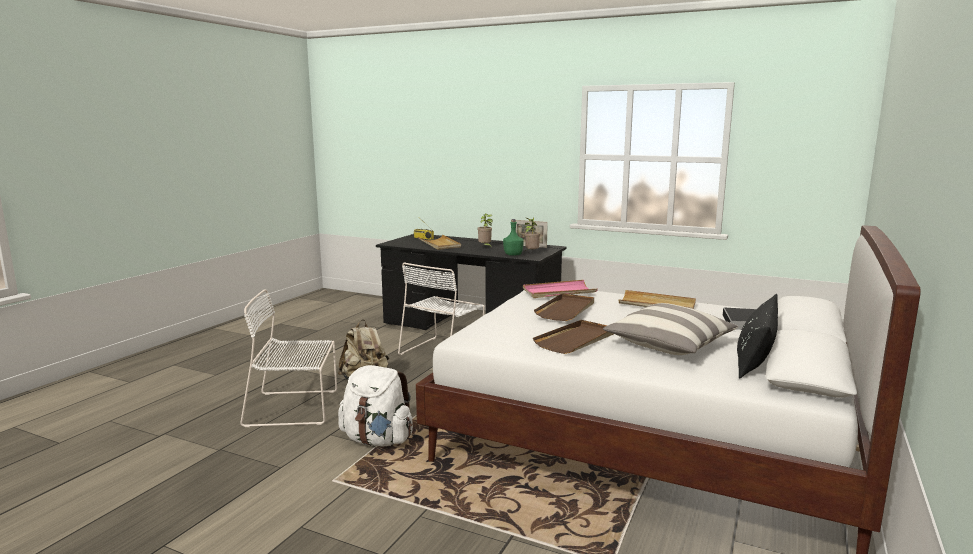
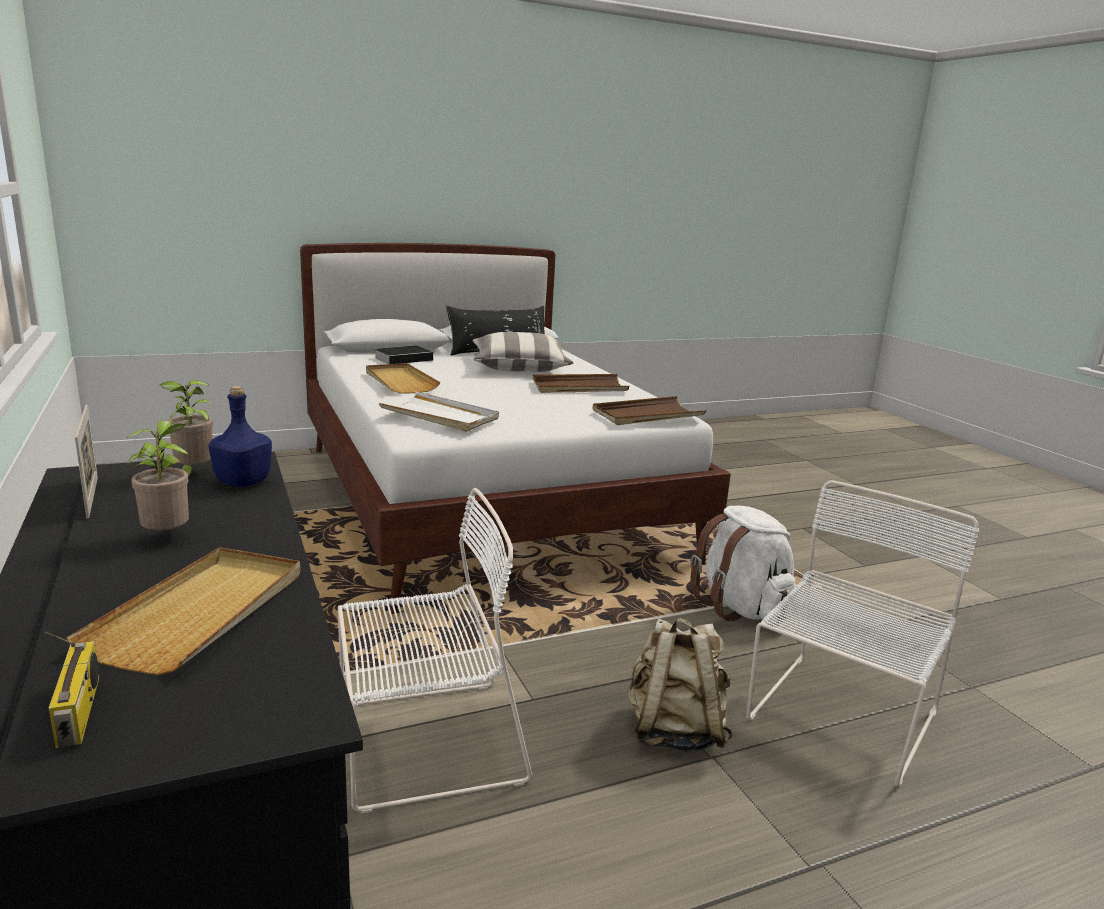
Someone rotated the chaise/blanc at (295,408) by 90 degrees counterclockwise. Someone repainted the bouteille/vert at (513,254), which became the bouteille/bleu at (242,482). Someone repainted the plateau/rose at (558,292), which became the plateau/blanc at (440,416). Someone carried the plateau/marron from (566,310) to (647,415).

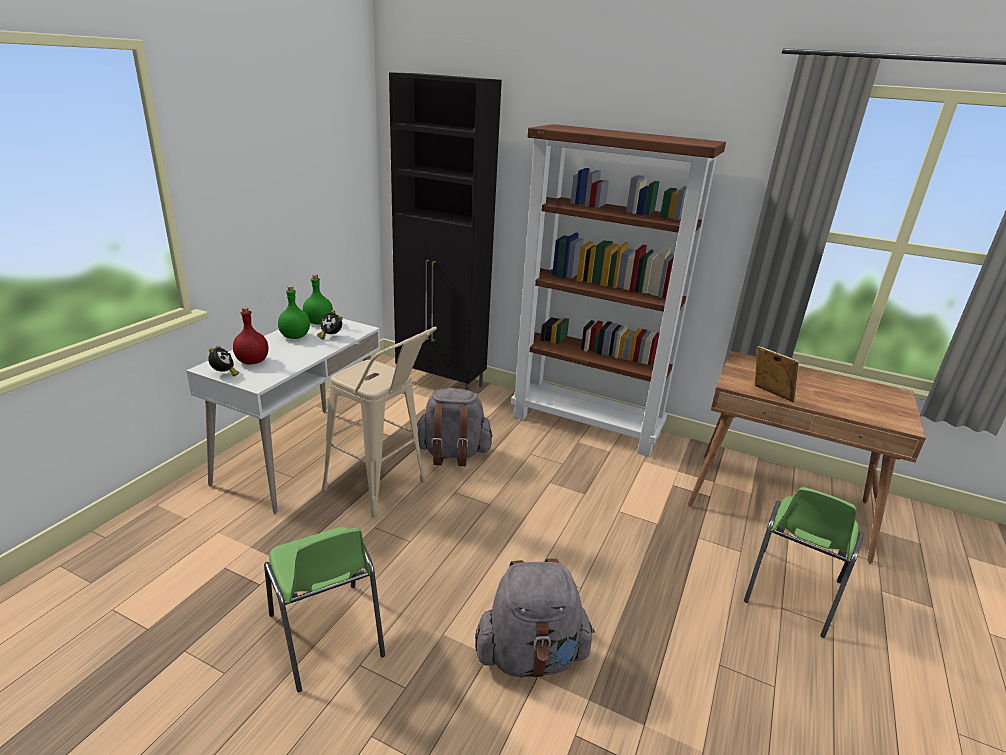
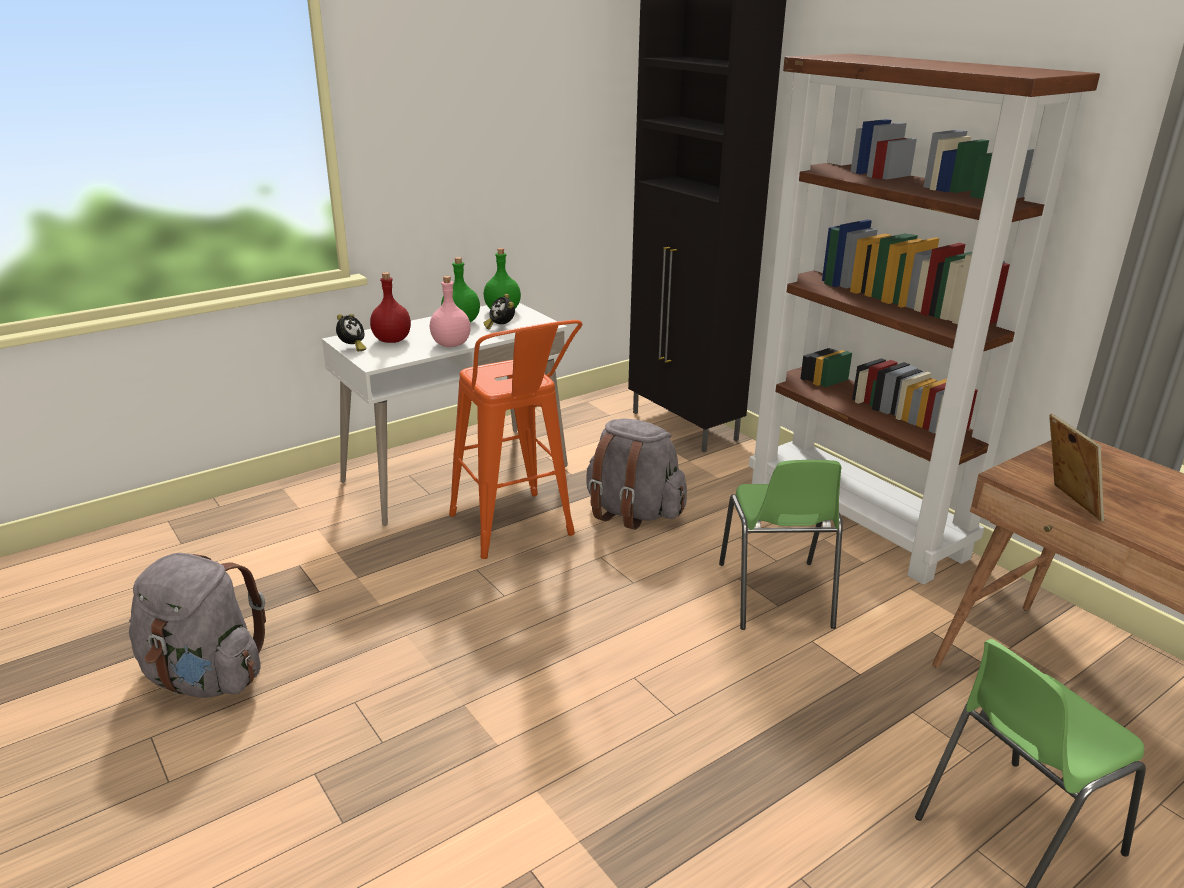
Someone carried the chaise/vert from (327,636) to (775,596). Someone repainted the tabouret/beige at (382,490), which became the tabouret/orange at (516,532). Someone carried the sac à dos/gris from (531,656) to (206,677). Someone put down the bouteille/rose at (451,344).

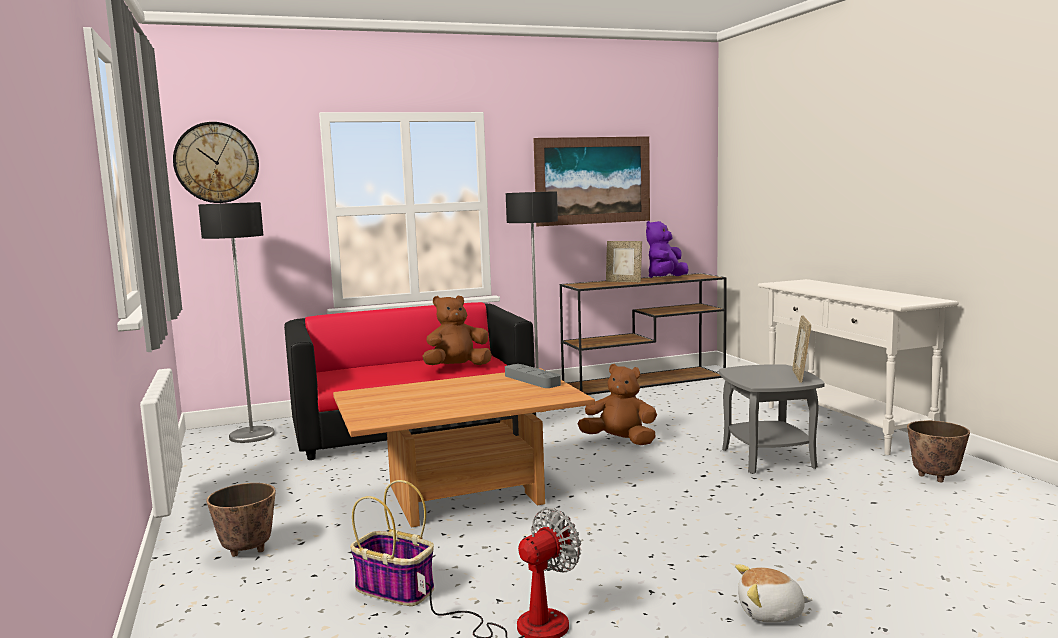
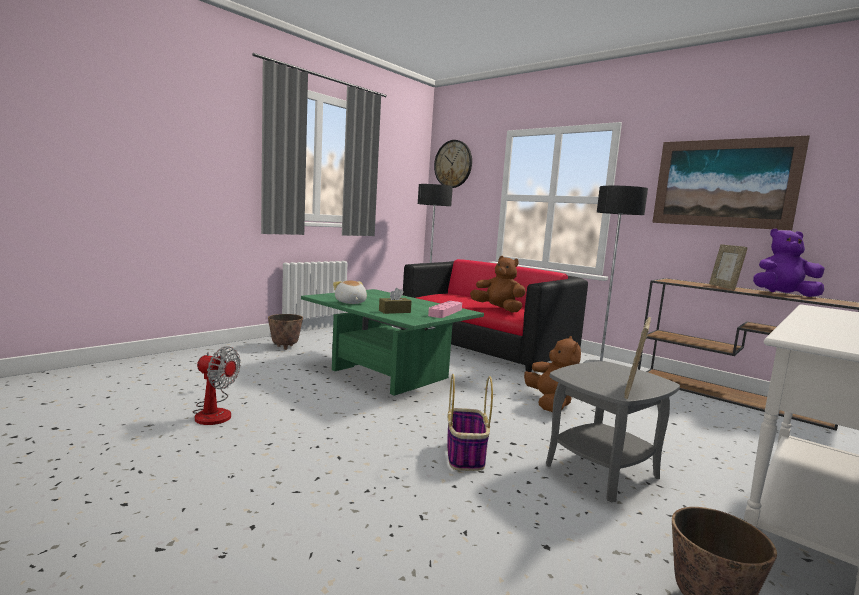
Someone repainted the table basse/marron at (464,497), which became the table basse/vert at (386,374). Someone carried the panier from (396,589) to (465,456). Someone repainted the plateau/gris at (532,380), which became the plateau/rose at (445,312). Someone carried the peluche from (771,613) to (350,302). Someone rotated the cadre photo at (800,376) by 45 degrees counterclockwise. Someone put down the boîte à mouchoirs/marron at (394,311).

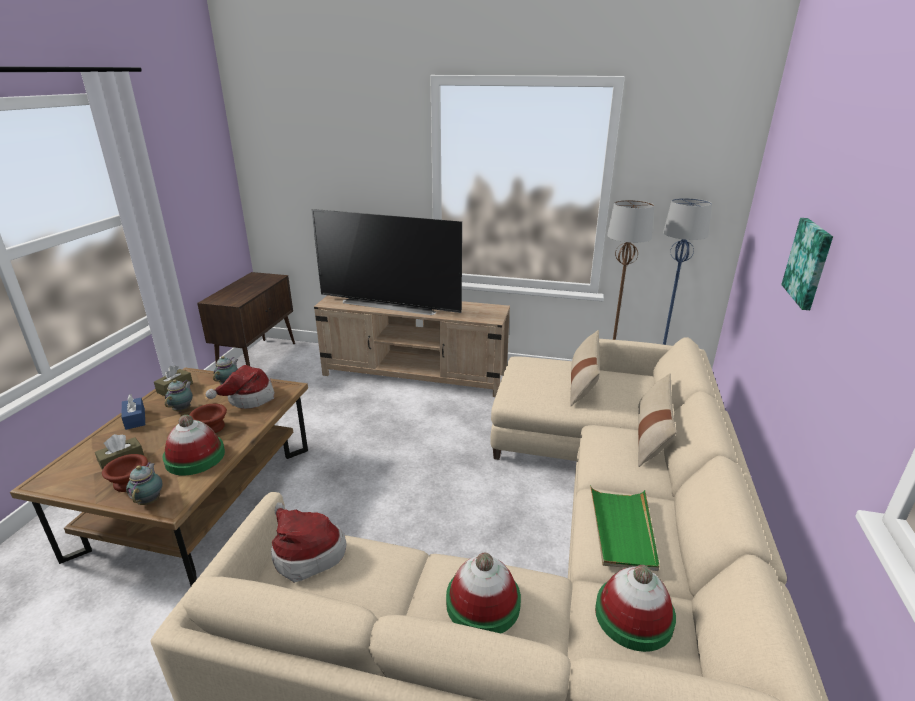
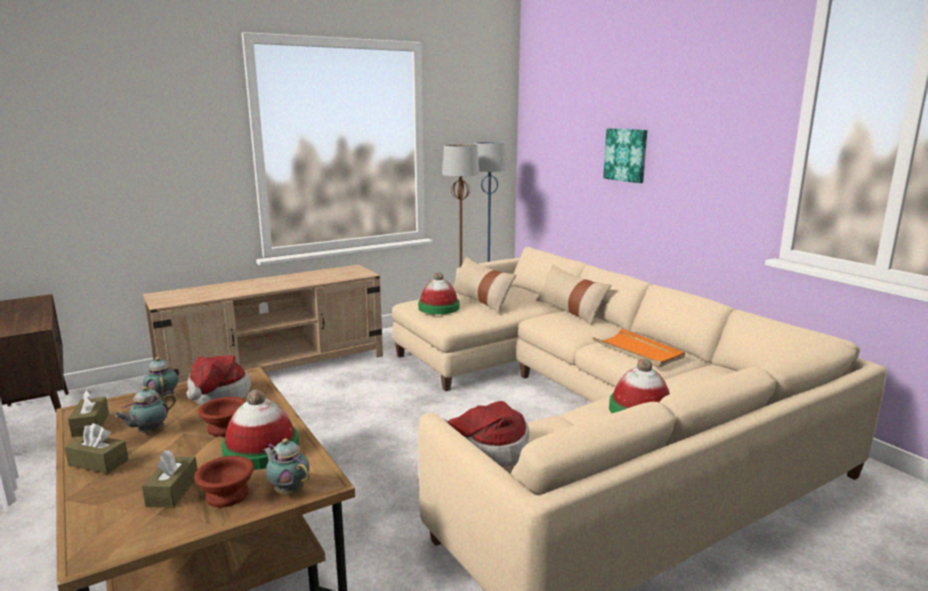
Someone repainted the boîte à mouchoirs/bleu at (135,419), which became the boîte à mouchoirs/marron at (98,462). Someone rotated the théière at (183,409) by 105 degrees counterclockwise. Someone took away the téléviseur at (391,304). Someone repainted the plateau/vert at (622,529), which became the plateau/orange at (638,351). Someone carried the chapeau from (633,616) to (438,308).

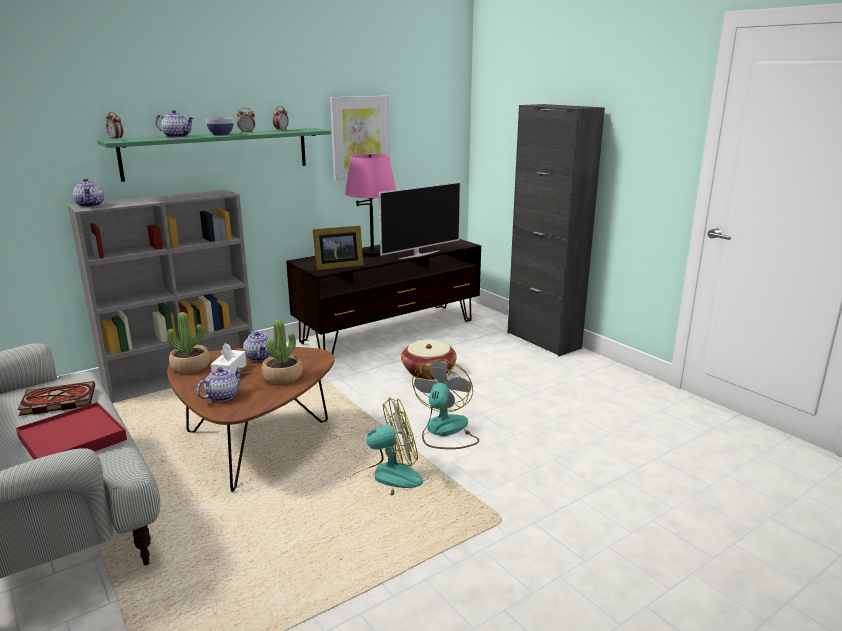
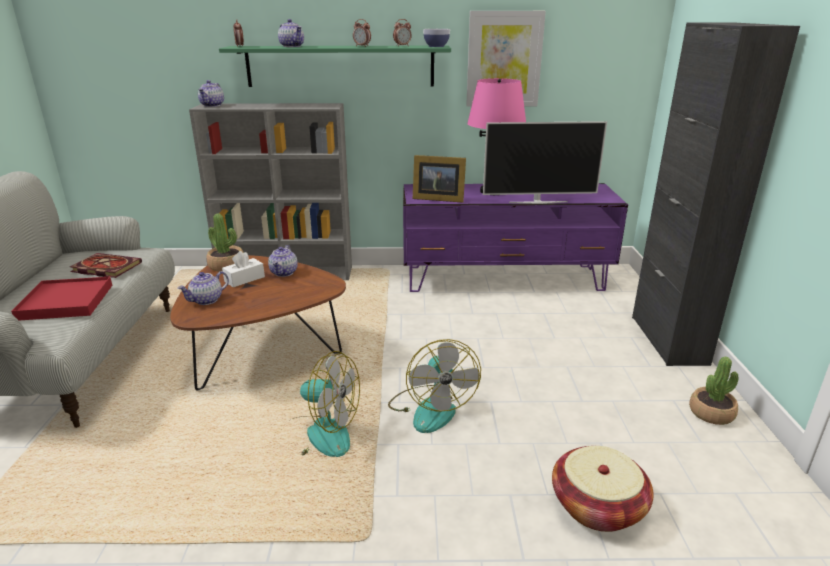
Someone rotated the théière at (222,396) by 150 degrees clockwise. Someone carried the bol from (221,134) to (436,46). Someone carried the plante en pot from (282,377) to (711,413). Someone repainted the meuble télé/marron at (389,330), which became the meuble télé/violet at (504,279). Someone carried the panier from (428,372) to (597,506). Someone rotated the ventilateur at (445,431) by 120 degrees clockwise.

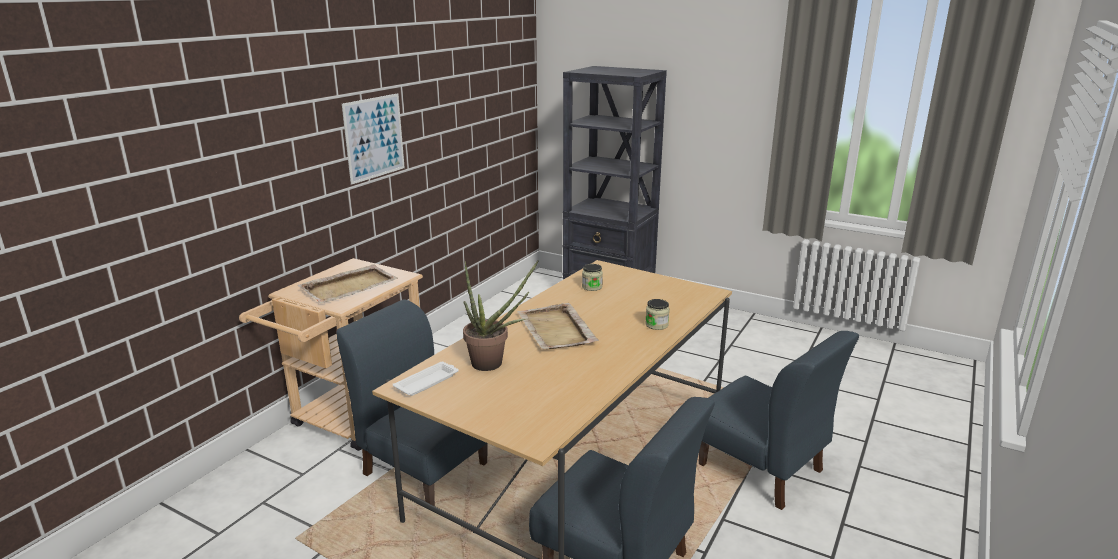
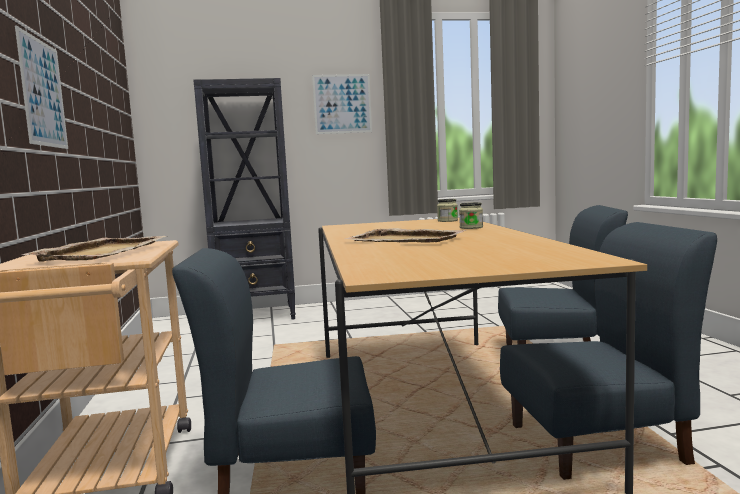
Someone took away the plateau/blanc at (428,382). Someone took away the plante en pot at (494,364). Someone carried the bocal from (592,287) to (447,221). Someone put up the tableau at (342,104).

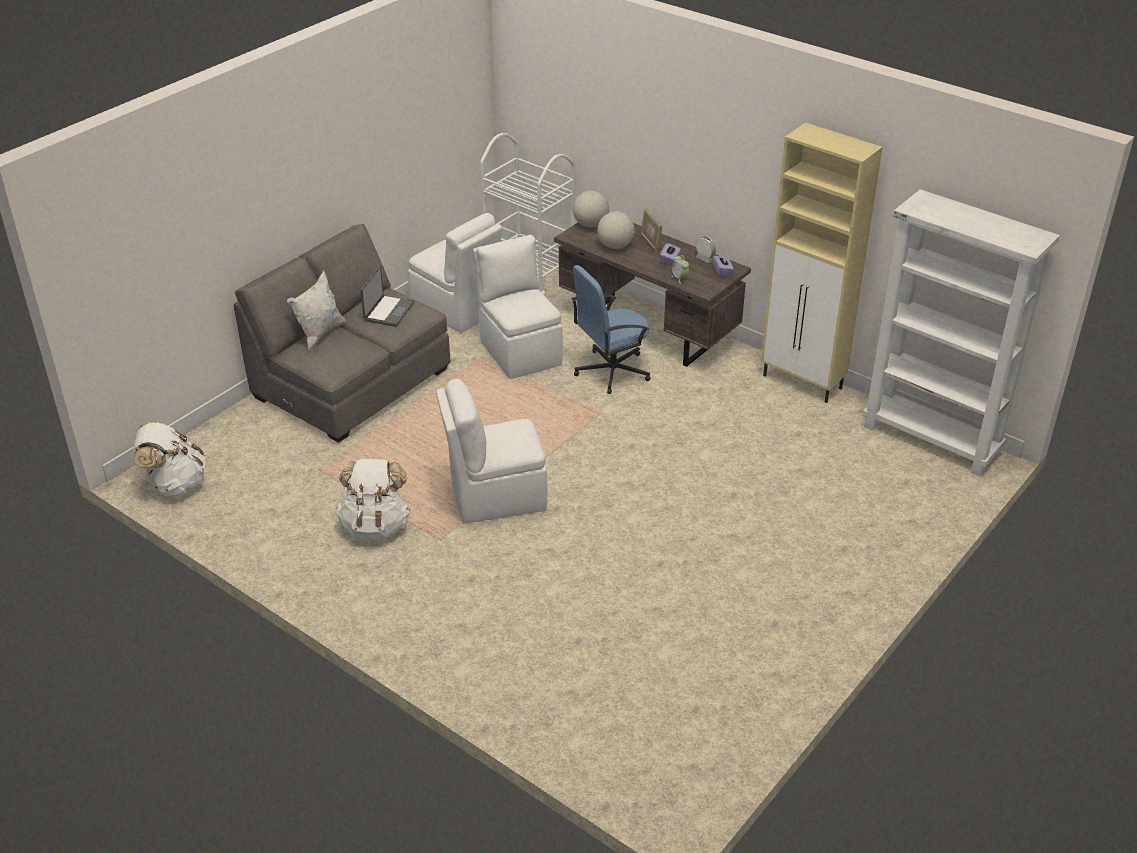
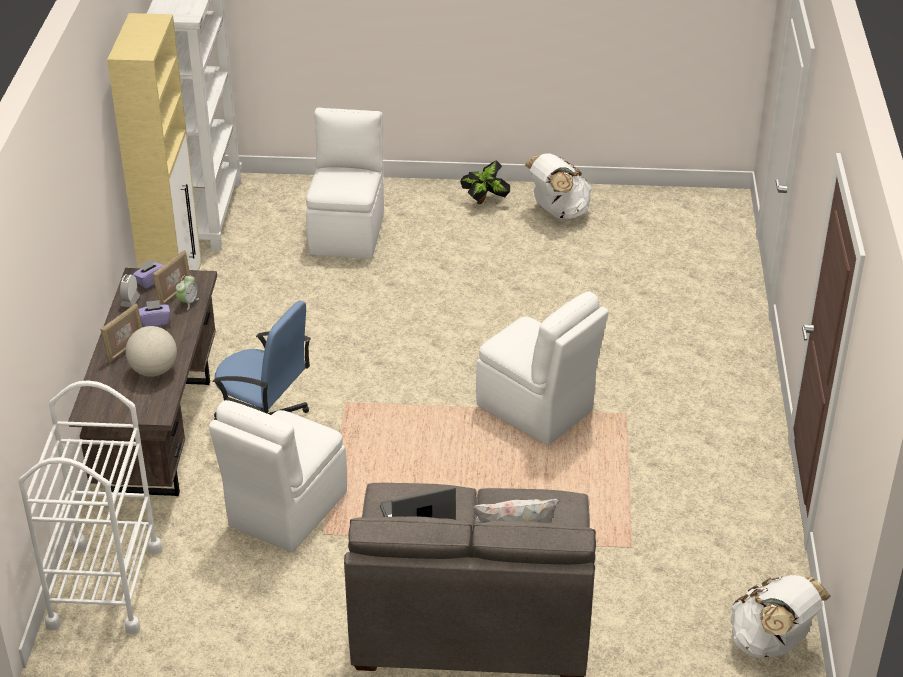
Someone carried the sac à dos/blanc from (375,526) to (558,212). Someone carried the chaise/blanc from (456,310) to (348,232). Someone took away the globe at (590,225). Someone put down the cadre photo at (174,294). Someone put down the plante en pot at (485,202).

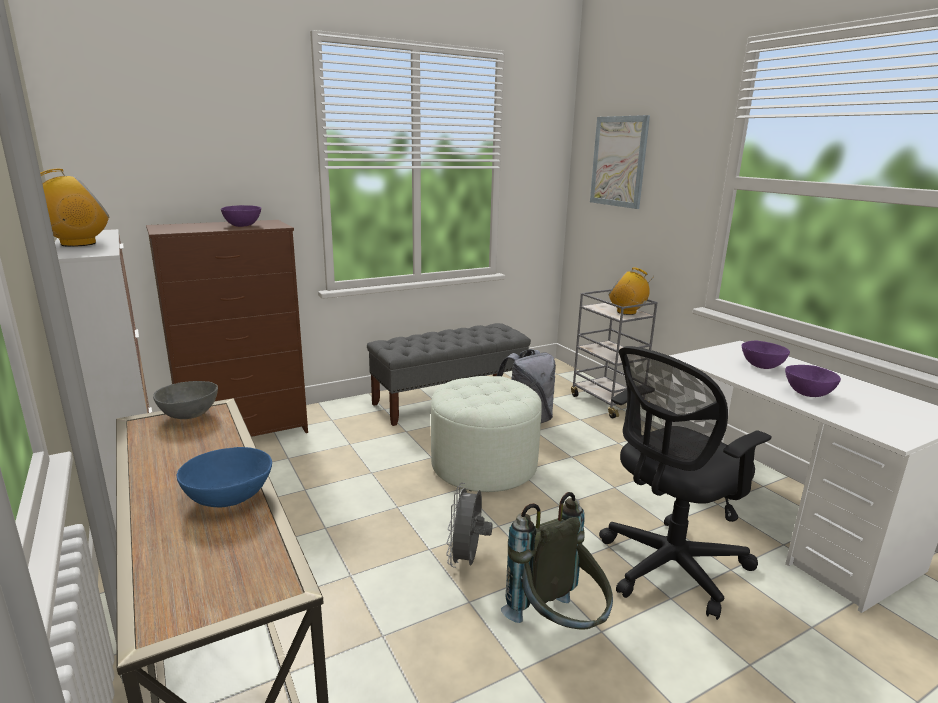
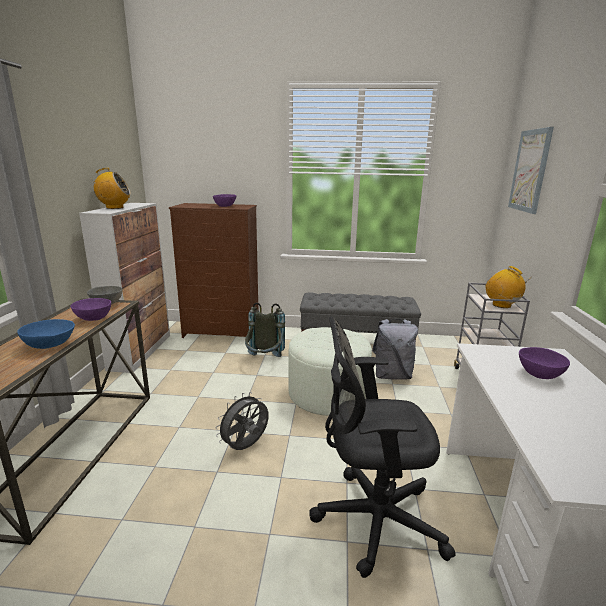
Someone carried the sac à dos/gris from (558,627) to (264,361). Someone carried the bol/violet from (807,394) to (93,318).

